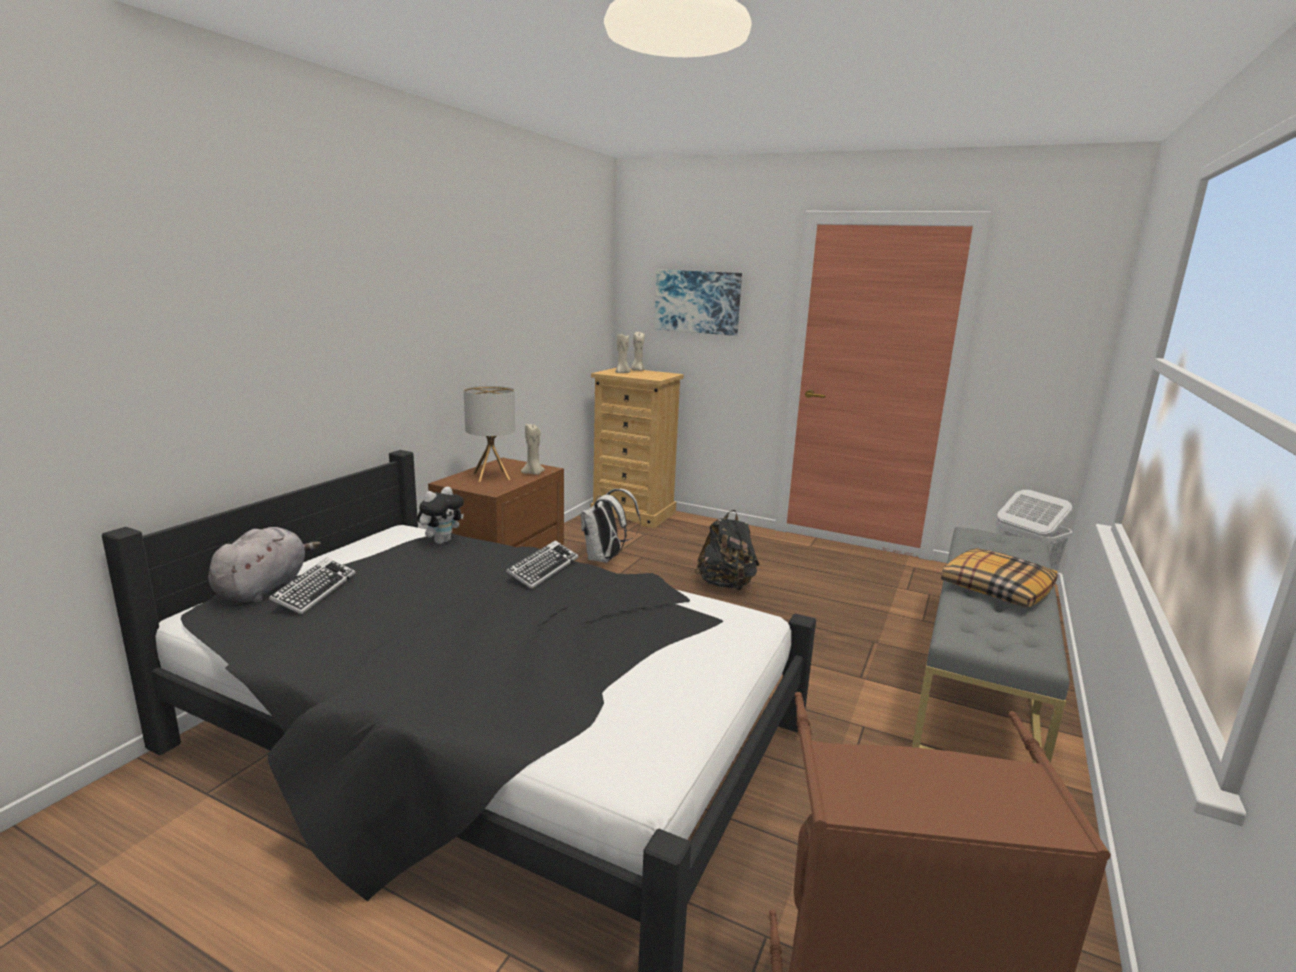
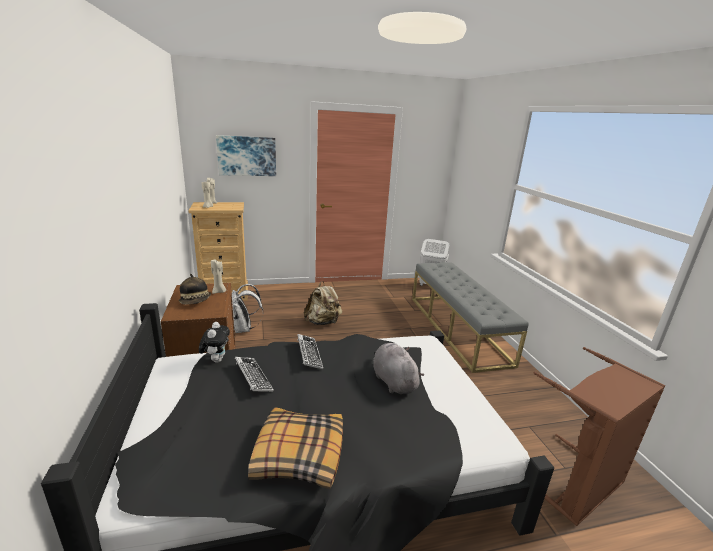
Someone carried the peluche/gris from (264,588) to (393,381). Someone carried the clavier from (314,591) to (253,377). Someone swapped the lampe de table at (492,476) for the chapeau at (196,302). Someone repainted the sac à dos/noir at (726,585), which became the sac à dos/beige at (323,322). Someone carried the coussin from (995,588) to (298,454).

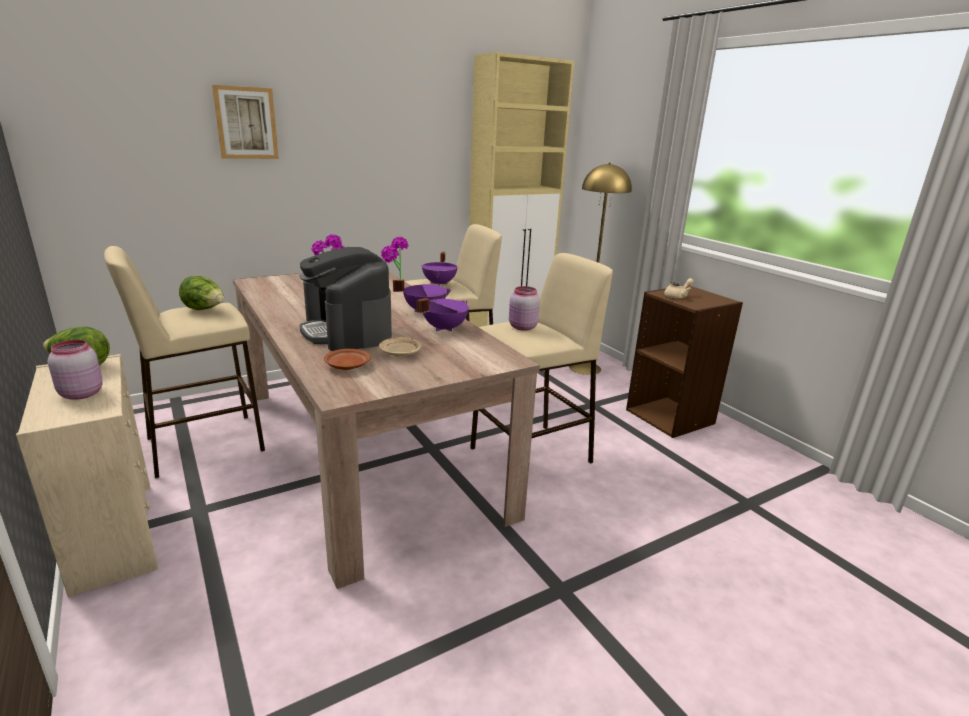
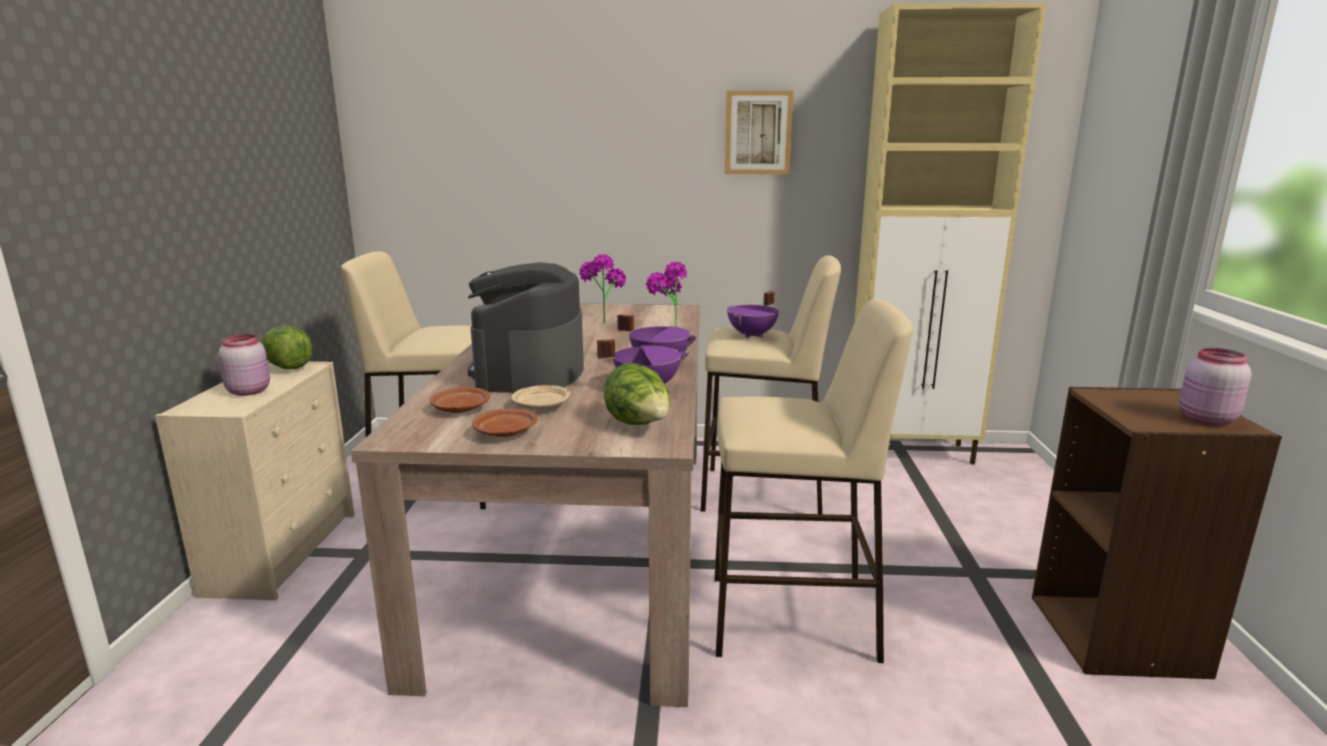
Someone carried the laitue from (205,310) to (639,425). Someone carried the tableau from (246,123) to (758,133). Someone carried the bocal/rose from (522,327) to (1205,419). Someone took away the lampadaire/jaune at (585,368). Someone took away the théière/beige at (677,296). Someone put down the assiette/marron at (506,432).

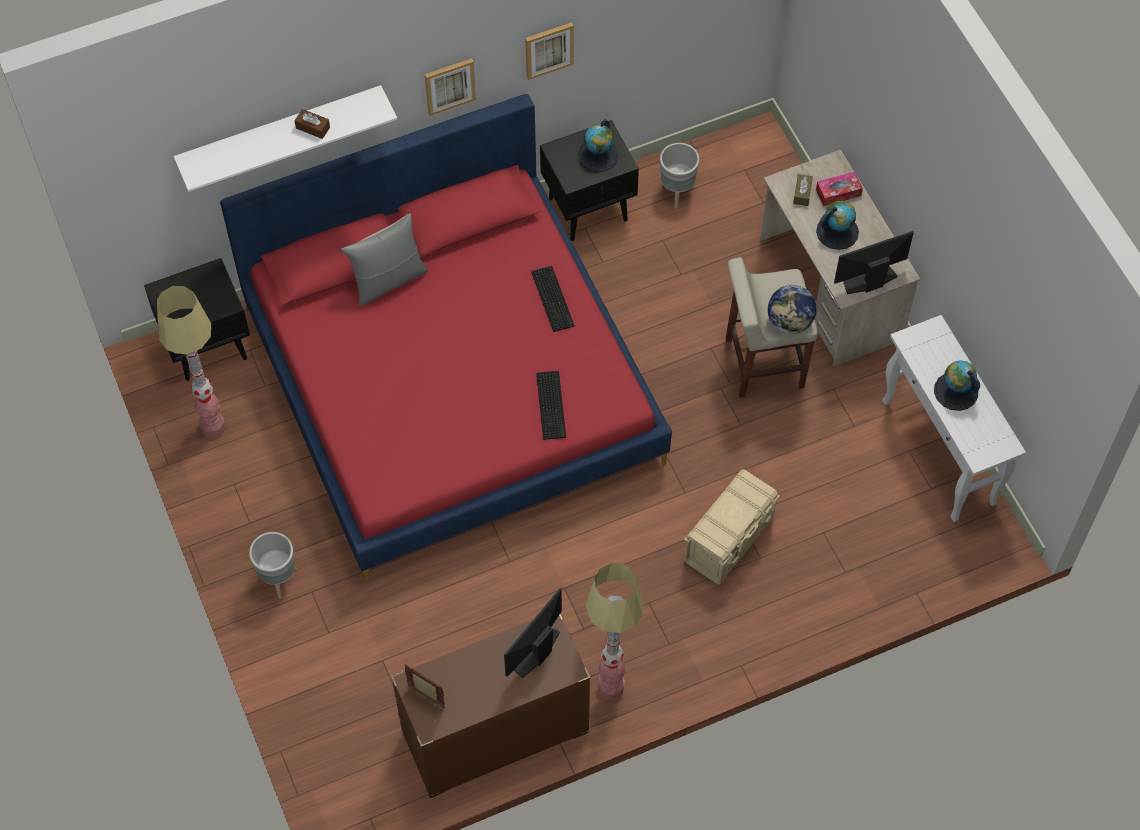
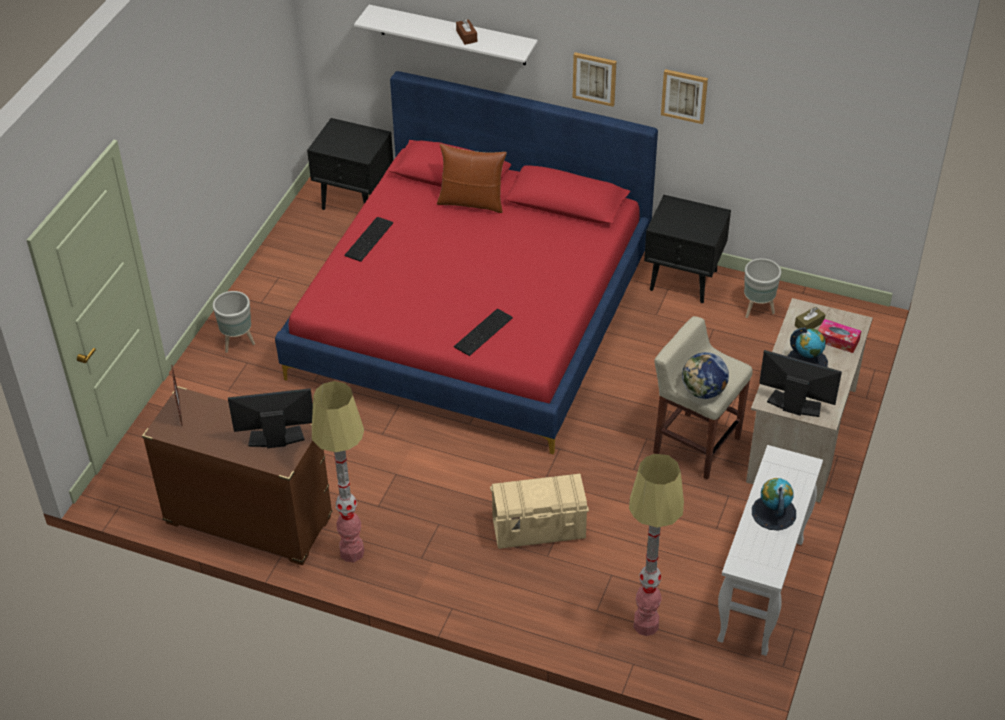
Someone carried the lampadaire from (213,427) to (646,625). Someone repainted the coussin/gris at (388,280), which became the coussin/marron at (471,202). Someone carried the clavier from (553,297) to (370,239). Someone took away the globe at (598,155).

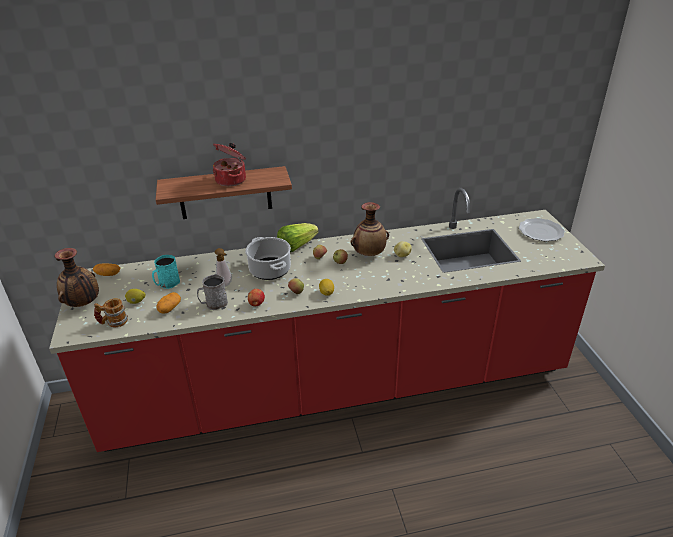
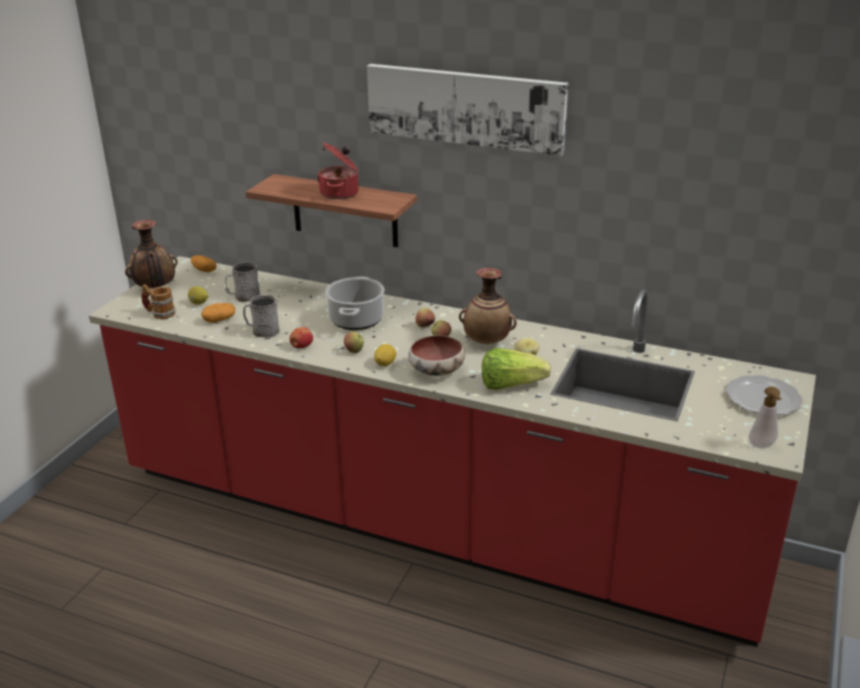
Someone repainted the mug/turquoise at (167,284), which became the mug/gris at (244,297). Someone carried the distributeur de savon from (225,285) to (762,446). Someone carried the laitue from (296,246) to (510,385). Someone put up the tableau at (465,107). Someone put down the bol at (436,371).

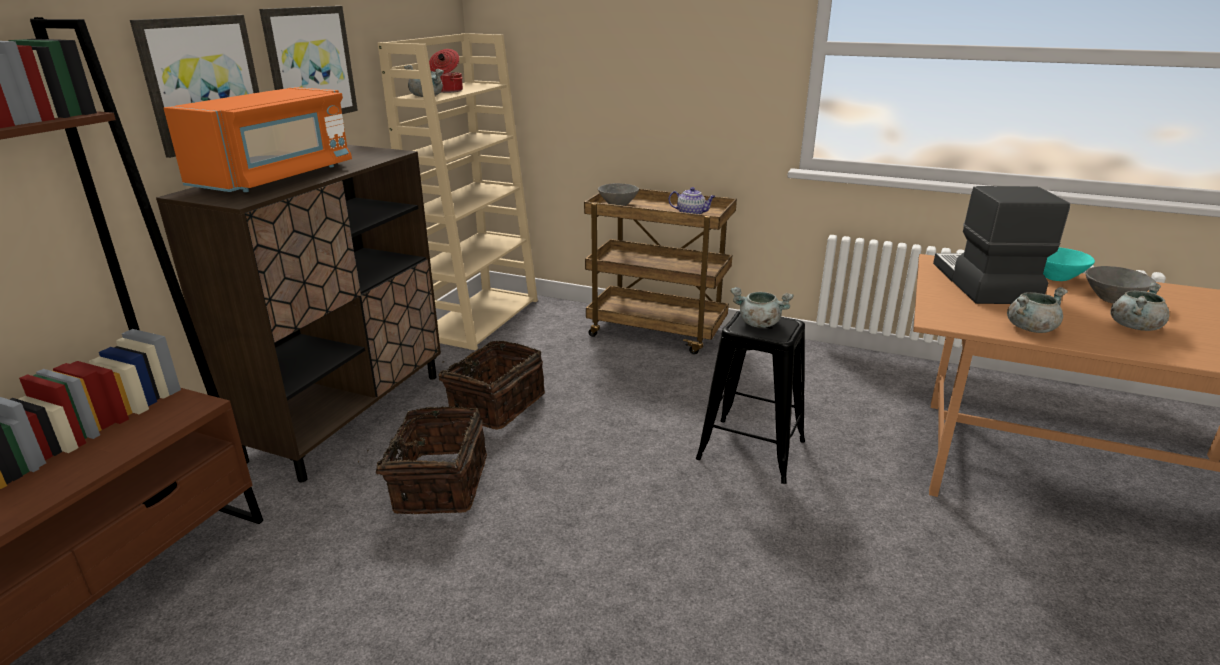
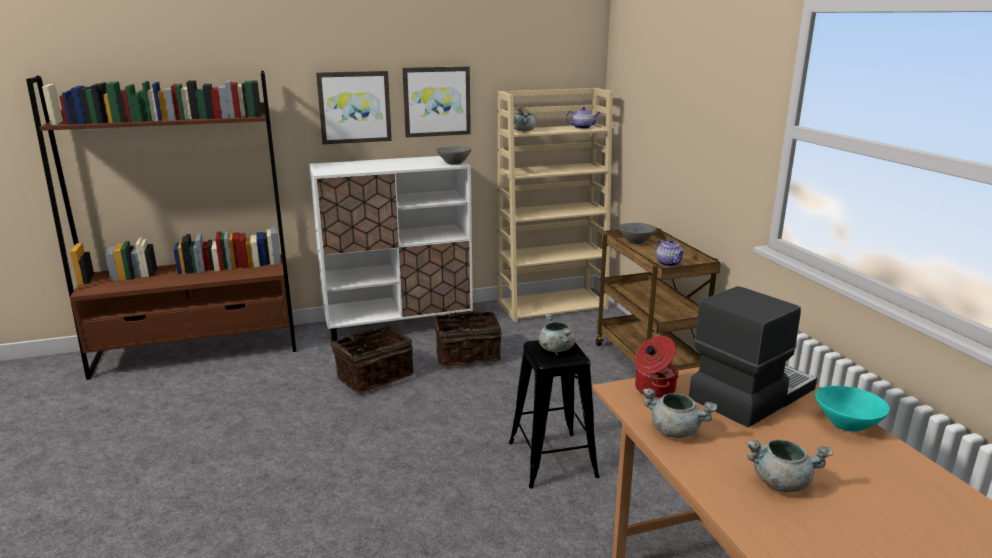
Someone repainted the meuble de rangement/marron at (348,415), which became the meuble de rangement/blanc at (398,325). Someone took away the micro-ondes/orange at (277,177). Someone carried the marmite from (447,91) to (653,389). Someone carried the bol/gris from (1111,299) to (454,163). Someone put down the théière at (582,127).

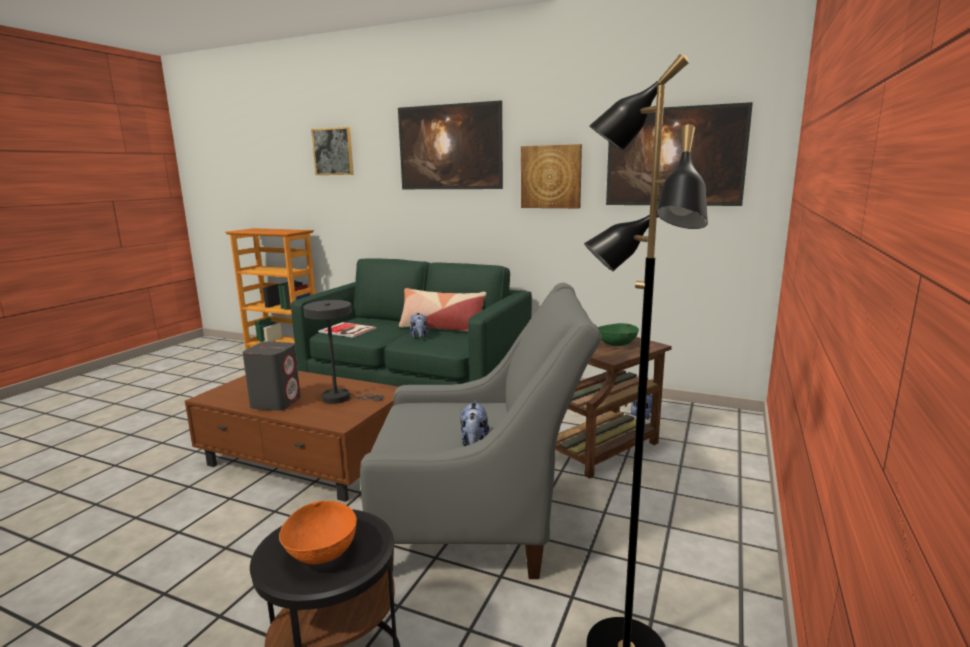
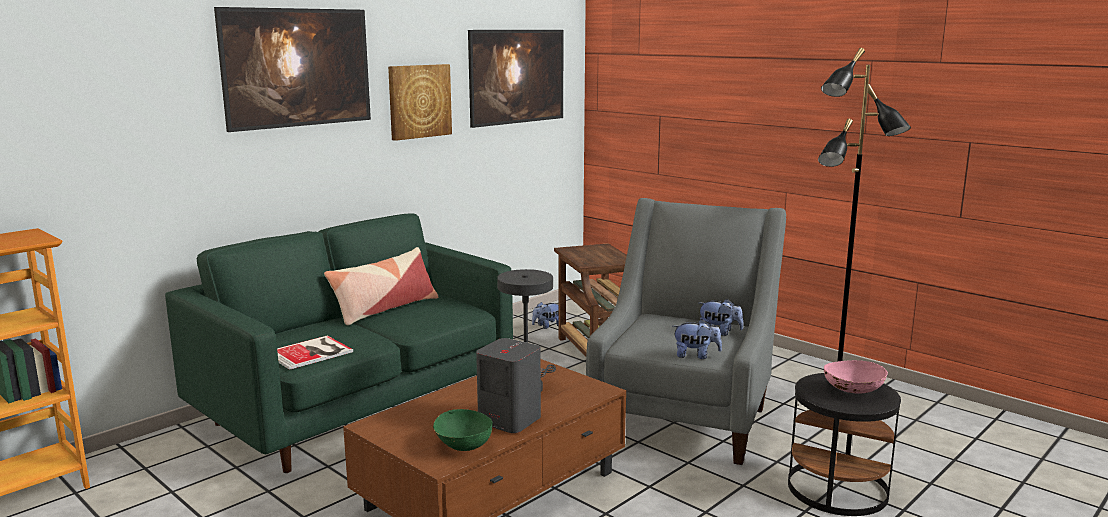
Someone repainted the bol/orange at (321,551), which became the bol/rose at (853,391). Someone took away the tableau at (333,151). Someone carried the peluche from (419,337) to (696,355). Someone carried the bol/vert from (616,344) to (462,445).

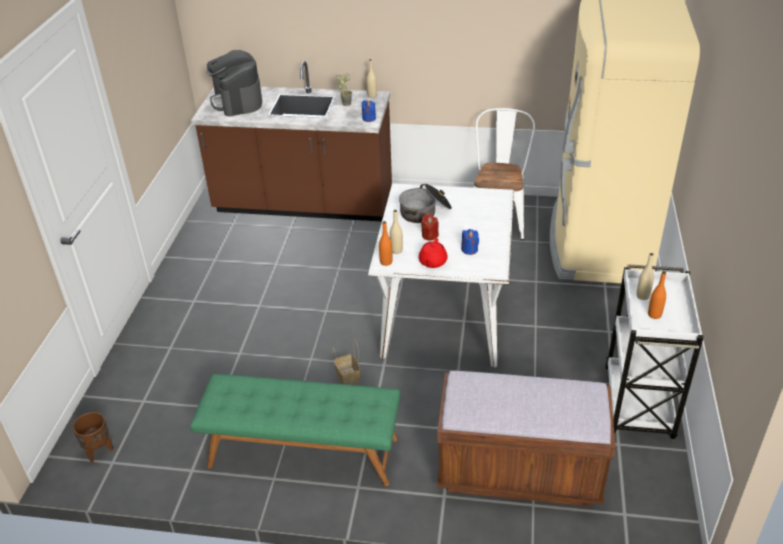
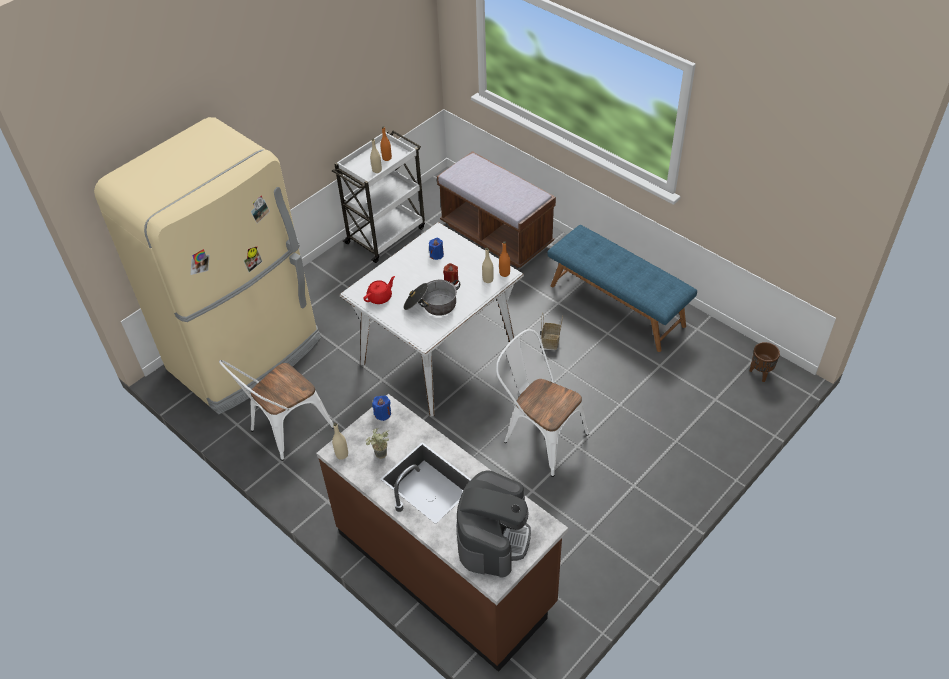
Someone repainted the banc/vert at (302,453), which became the banc/bleu at (617,305). Someone carried the théière/rouge from (432,262) to (380,297). Someone put down the chaise/blanc at (539,436).

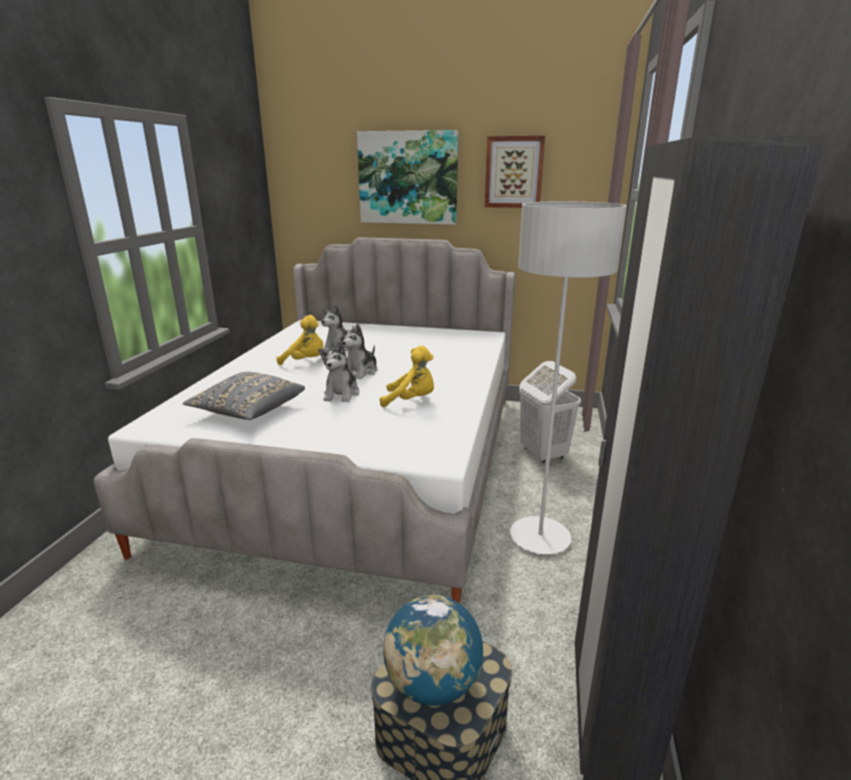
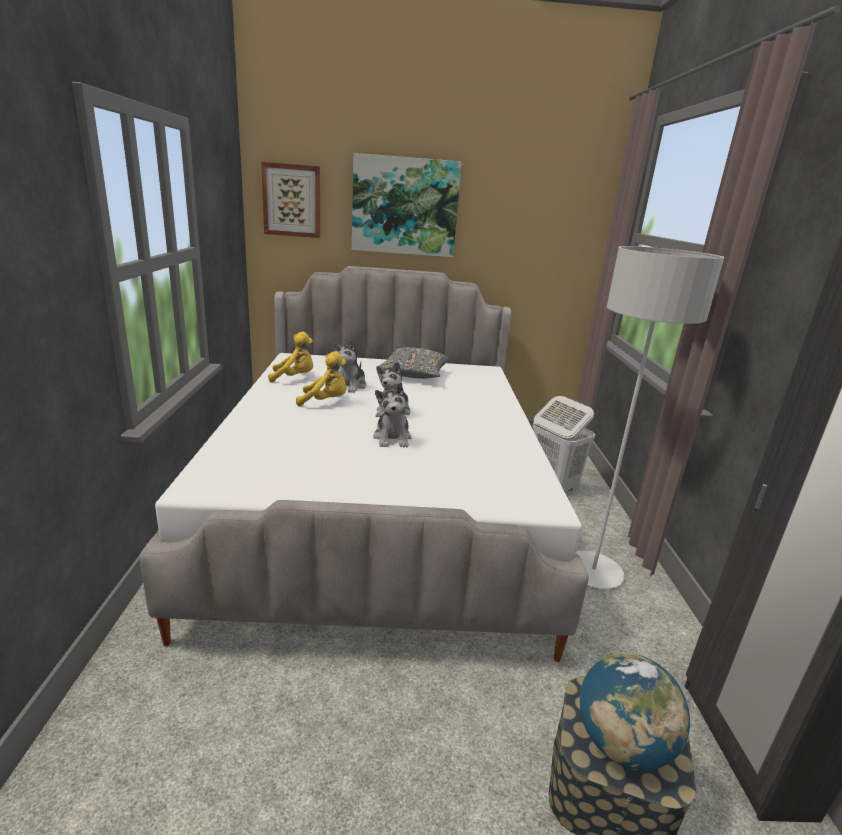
Someone carried the coussin/gris from (248,411) to (413,375). Someone carried the peluche/jaune from (411,401) to (294,378). Someone carried the tableau from (514,172) to (292,200).

